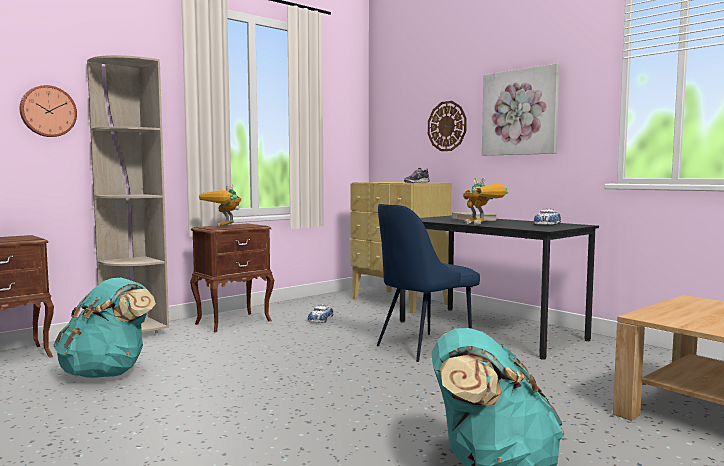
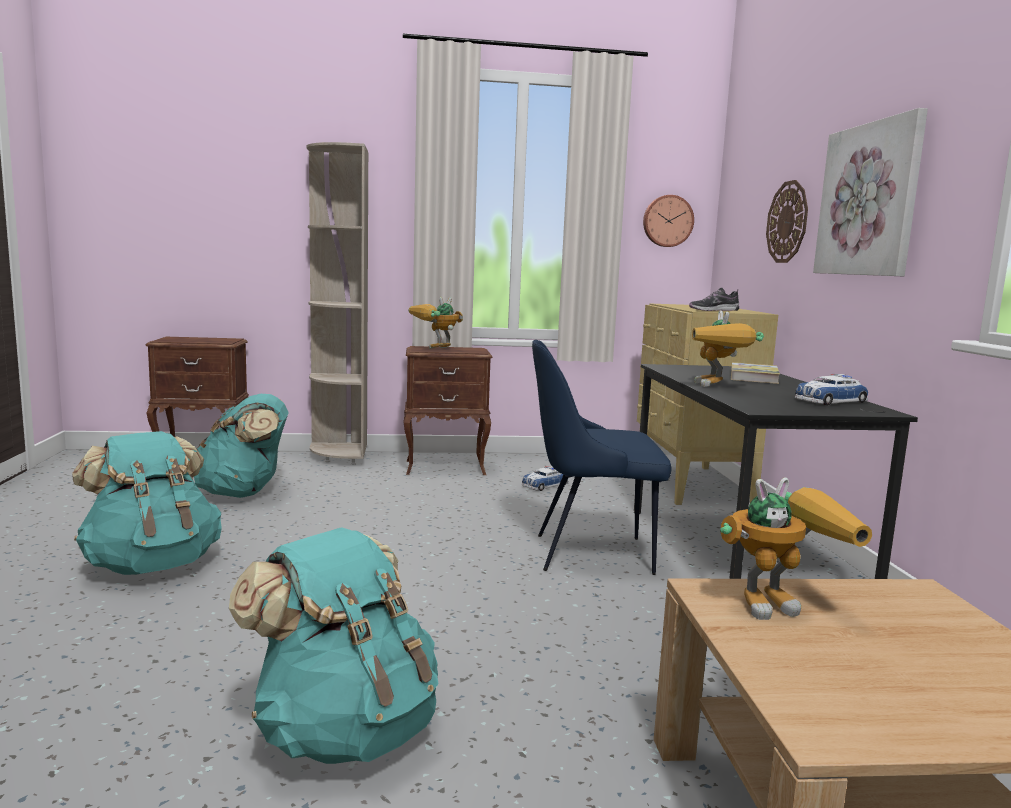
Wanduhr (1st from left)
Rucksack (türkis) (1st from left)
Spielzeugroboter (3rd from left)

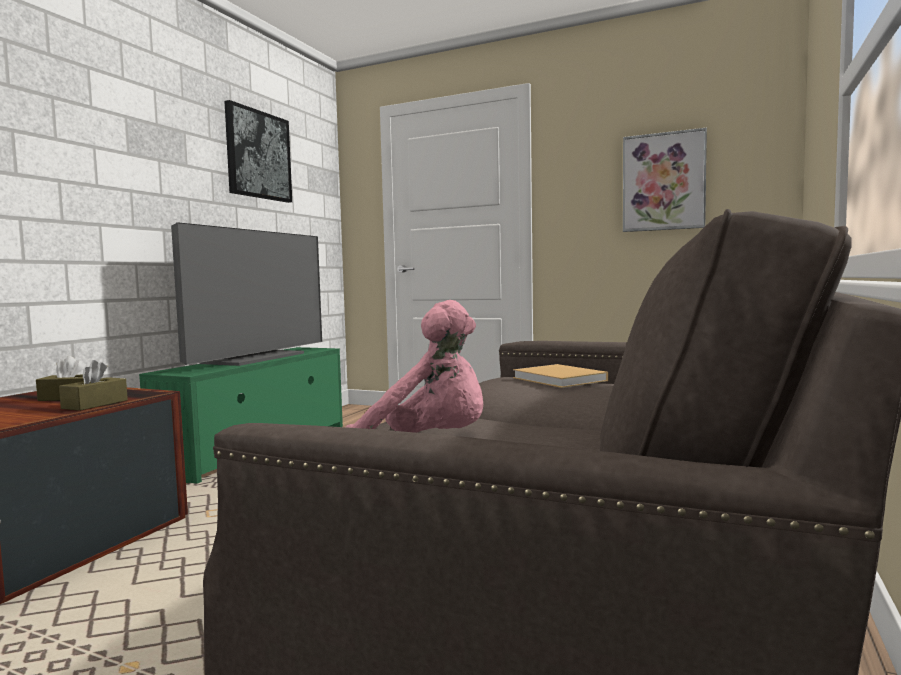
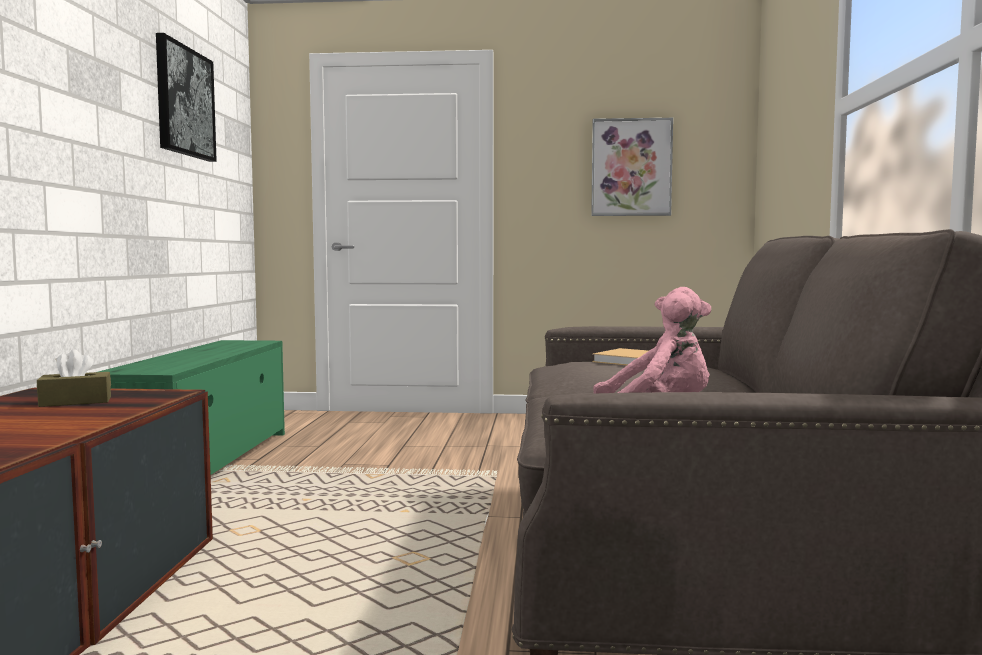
Fernseher
Taschentuchbox (braun) (2nd from left in the first image)

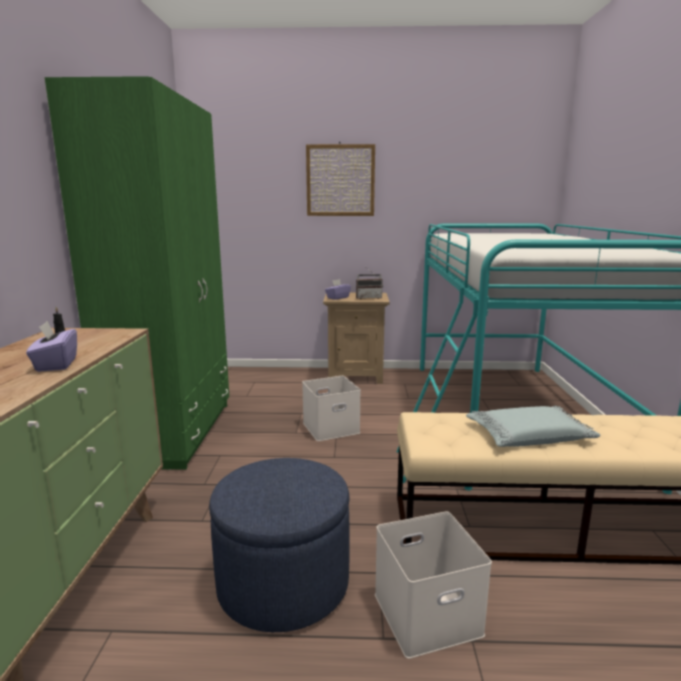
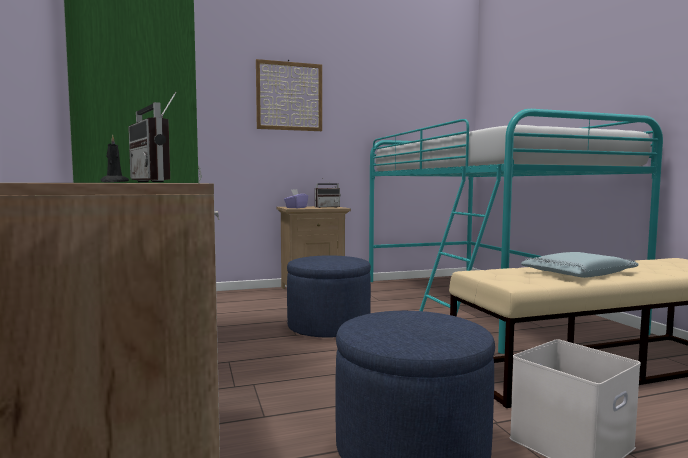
Radio (1st from left)
Polsterhocker (blau) (1st from left)

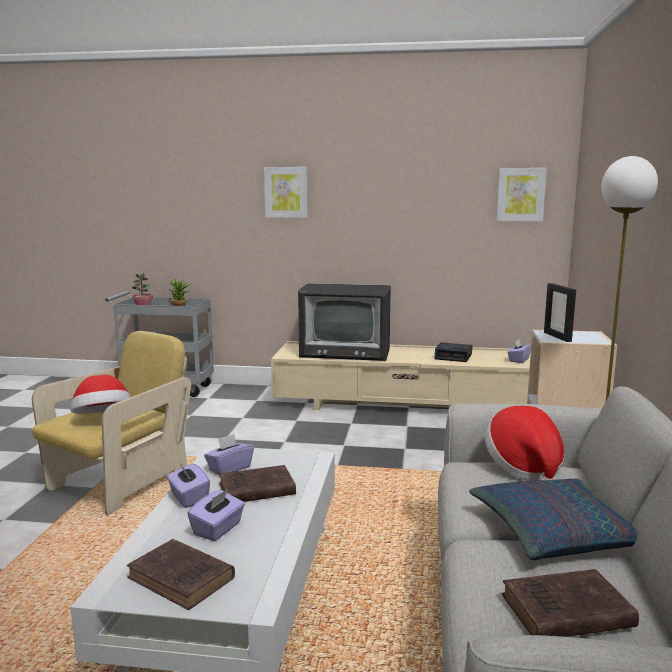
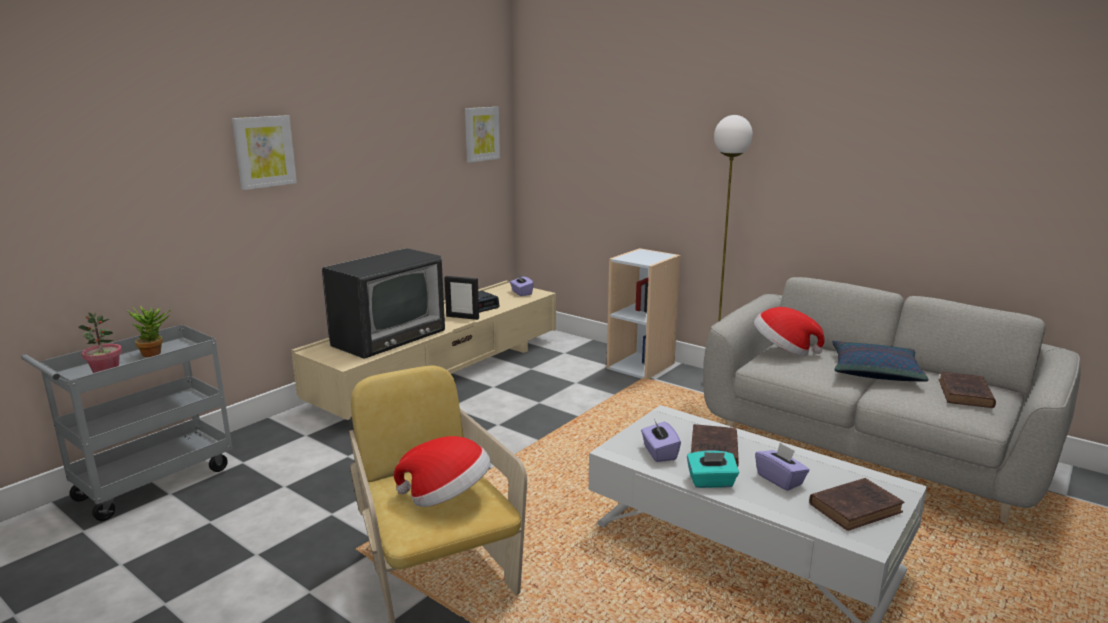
Bilderrahmen
Taschentuchbox (türkis)

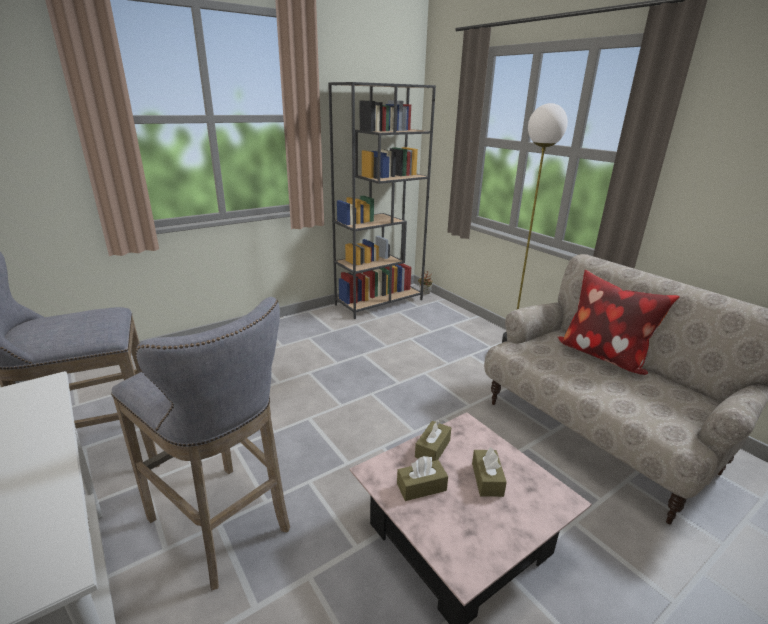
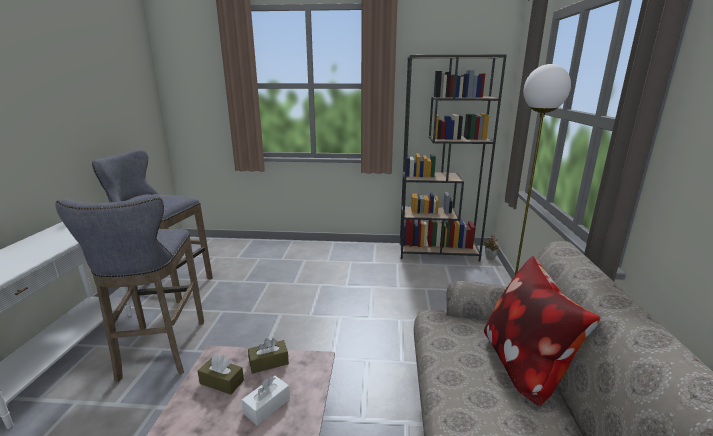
Taschentuchbox (weiß)

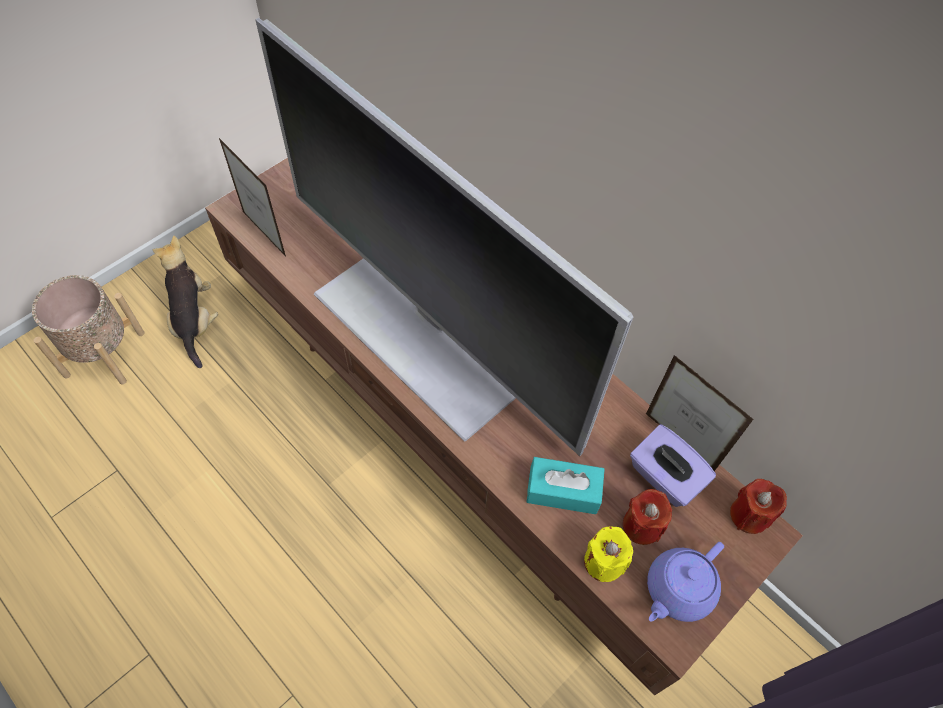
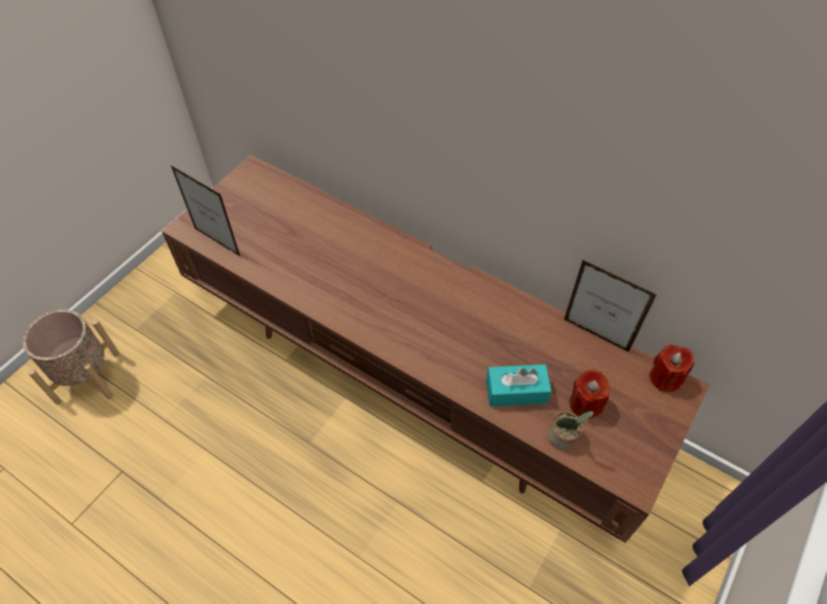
Fernseher
Plüschtier
Taschentuchbox (lila)
Topfpflanze
Teekanne (lila)

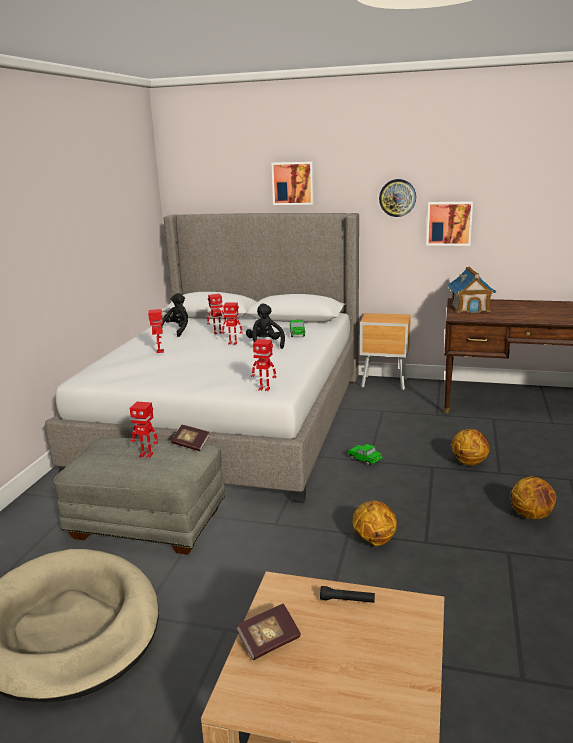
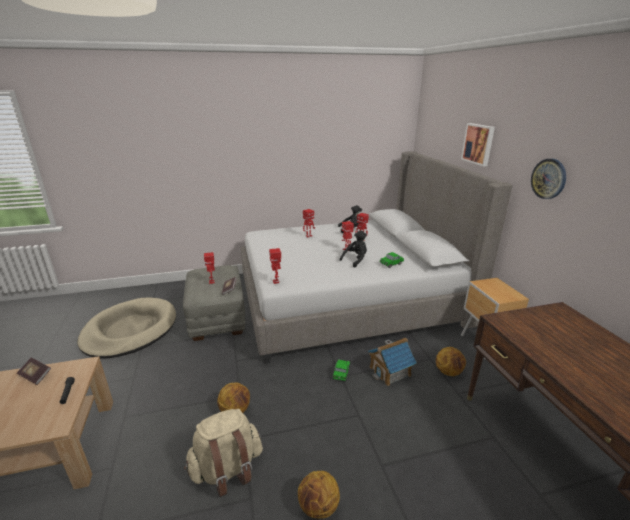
Bild (2nd from left in the first image)
Spielzeughaus
Basketball (3rd from left)
Rucksack (beige)

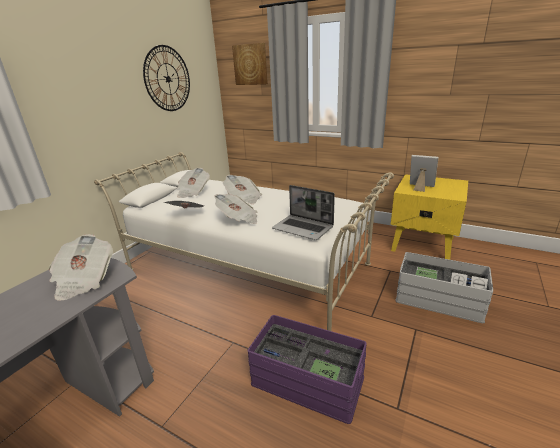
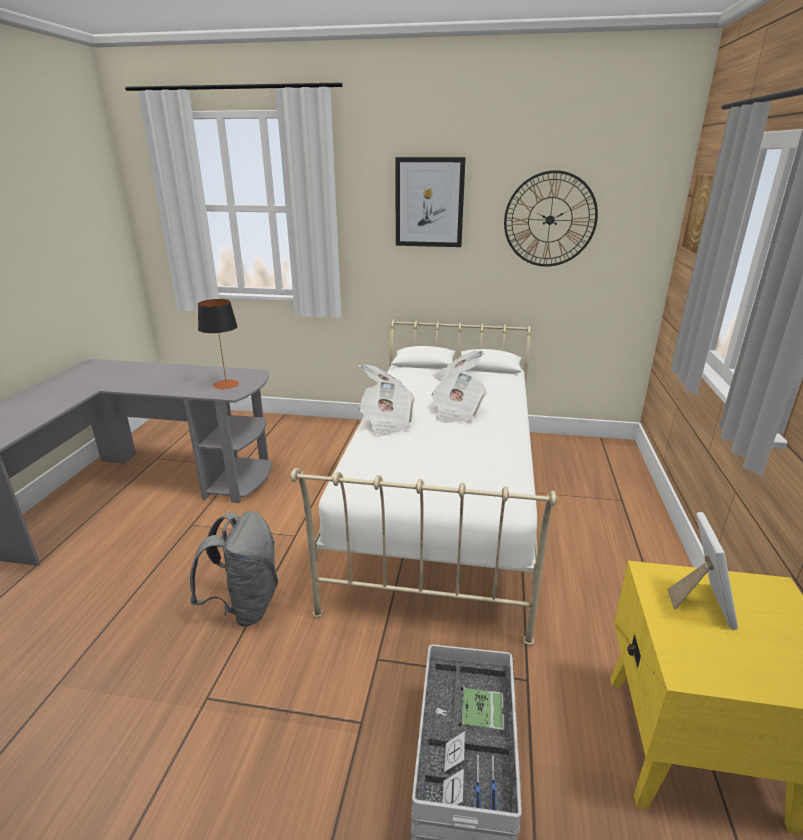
Laptop
Tischlampe
Rucksack (grau)
Bild (1st from left)

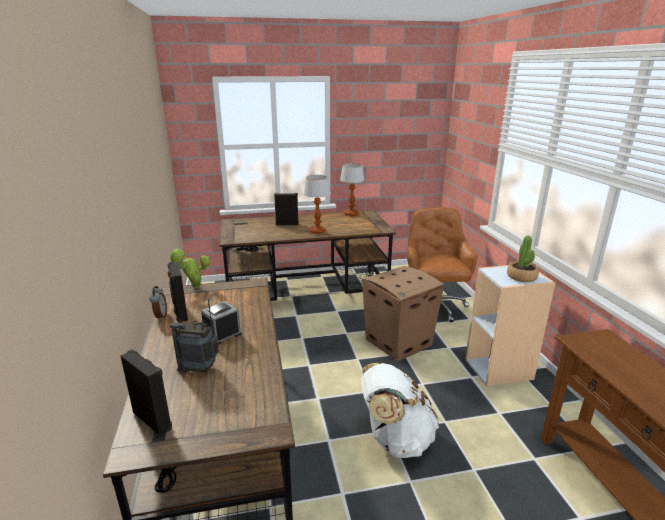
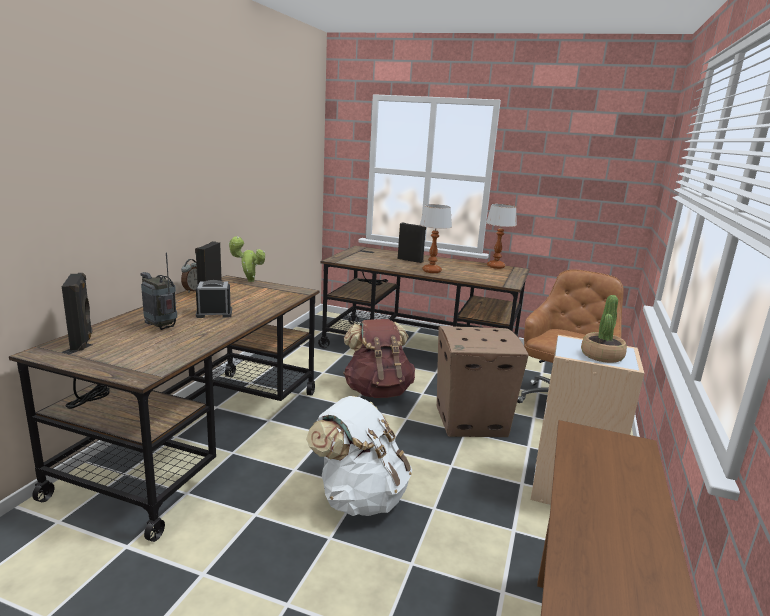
Rucksack (braun)

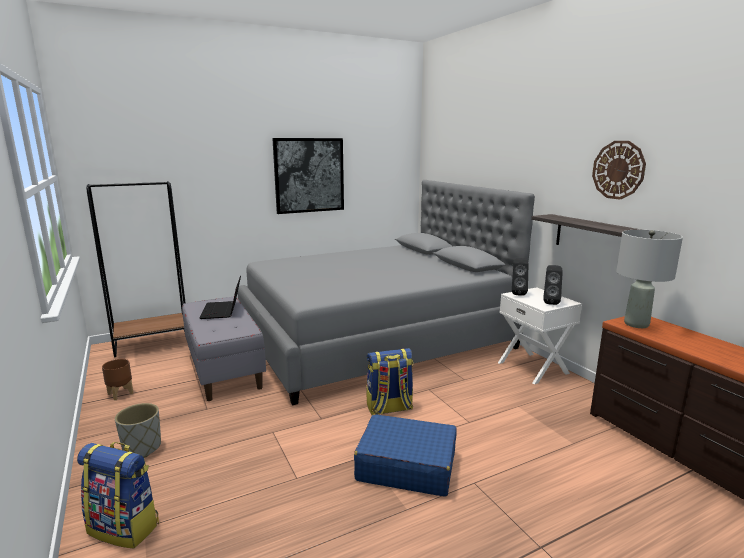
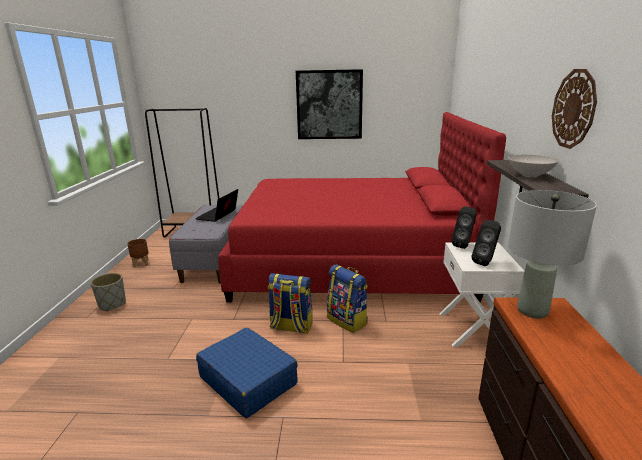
Bett (rot)
Rucksack (2nd from left)
Schüssel (weiß)

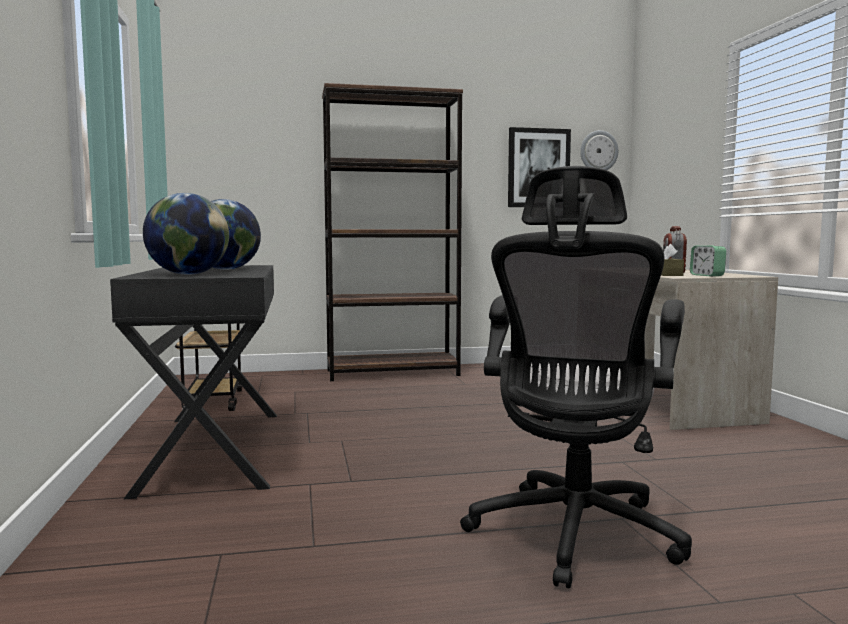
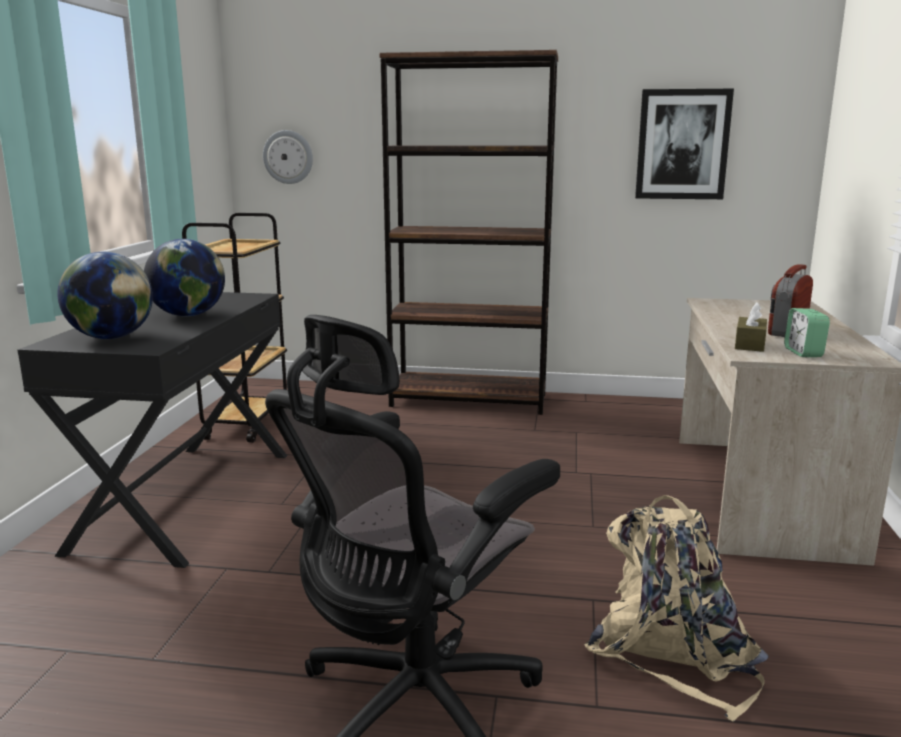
Wanduhr
Rucksack (beige)

